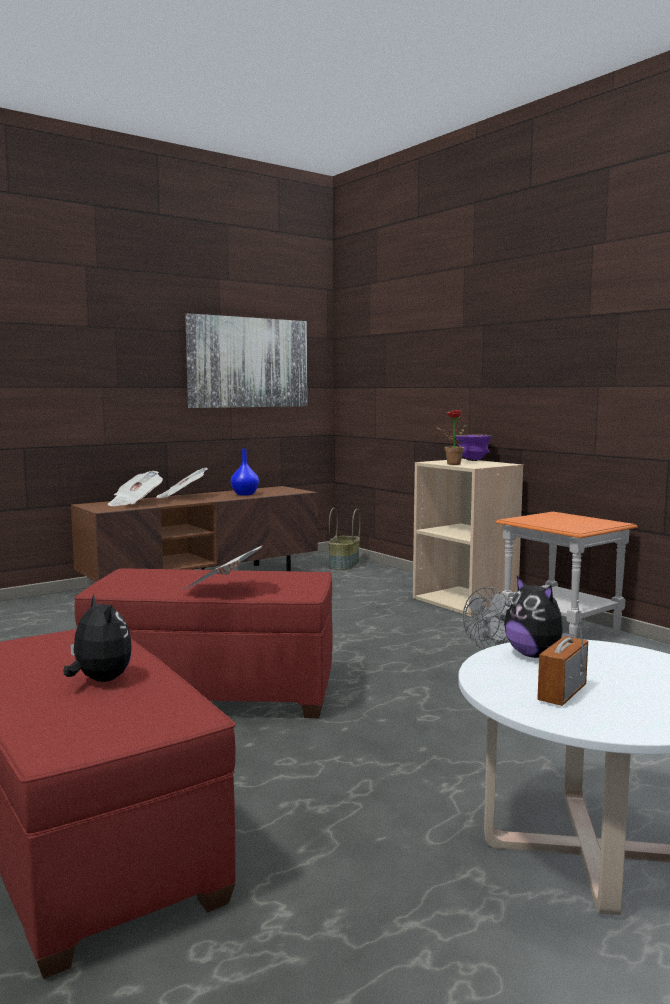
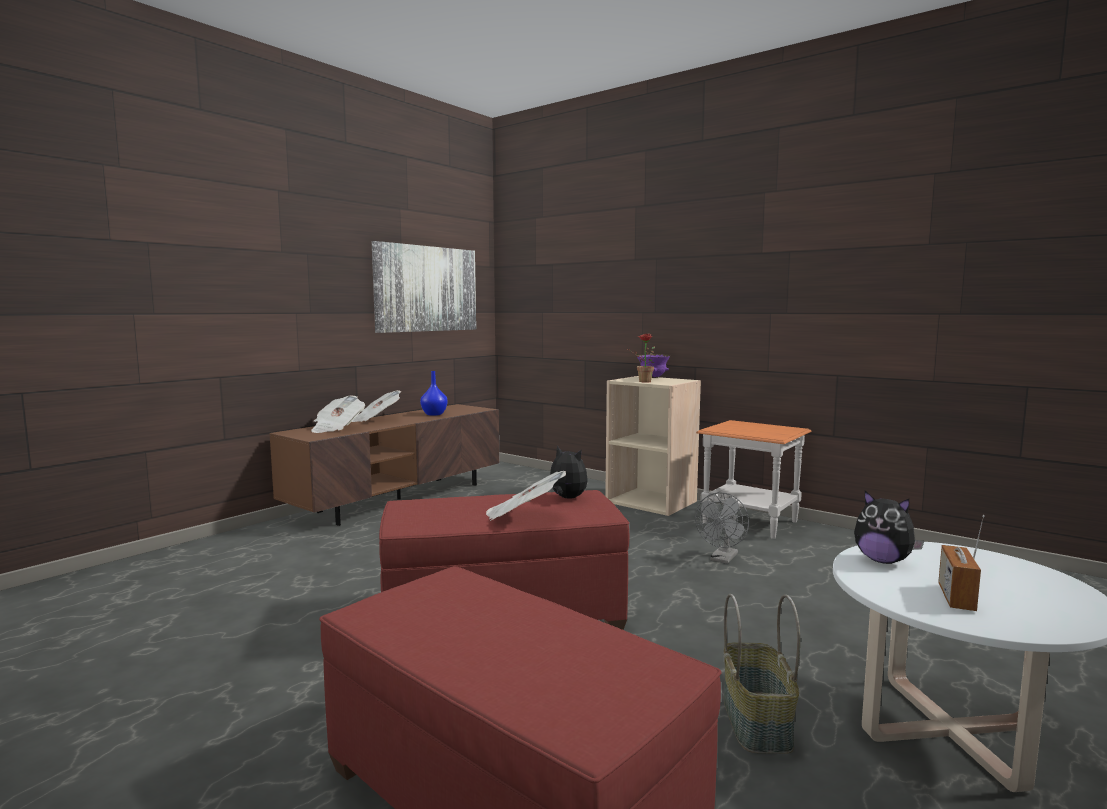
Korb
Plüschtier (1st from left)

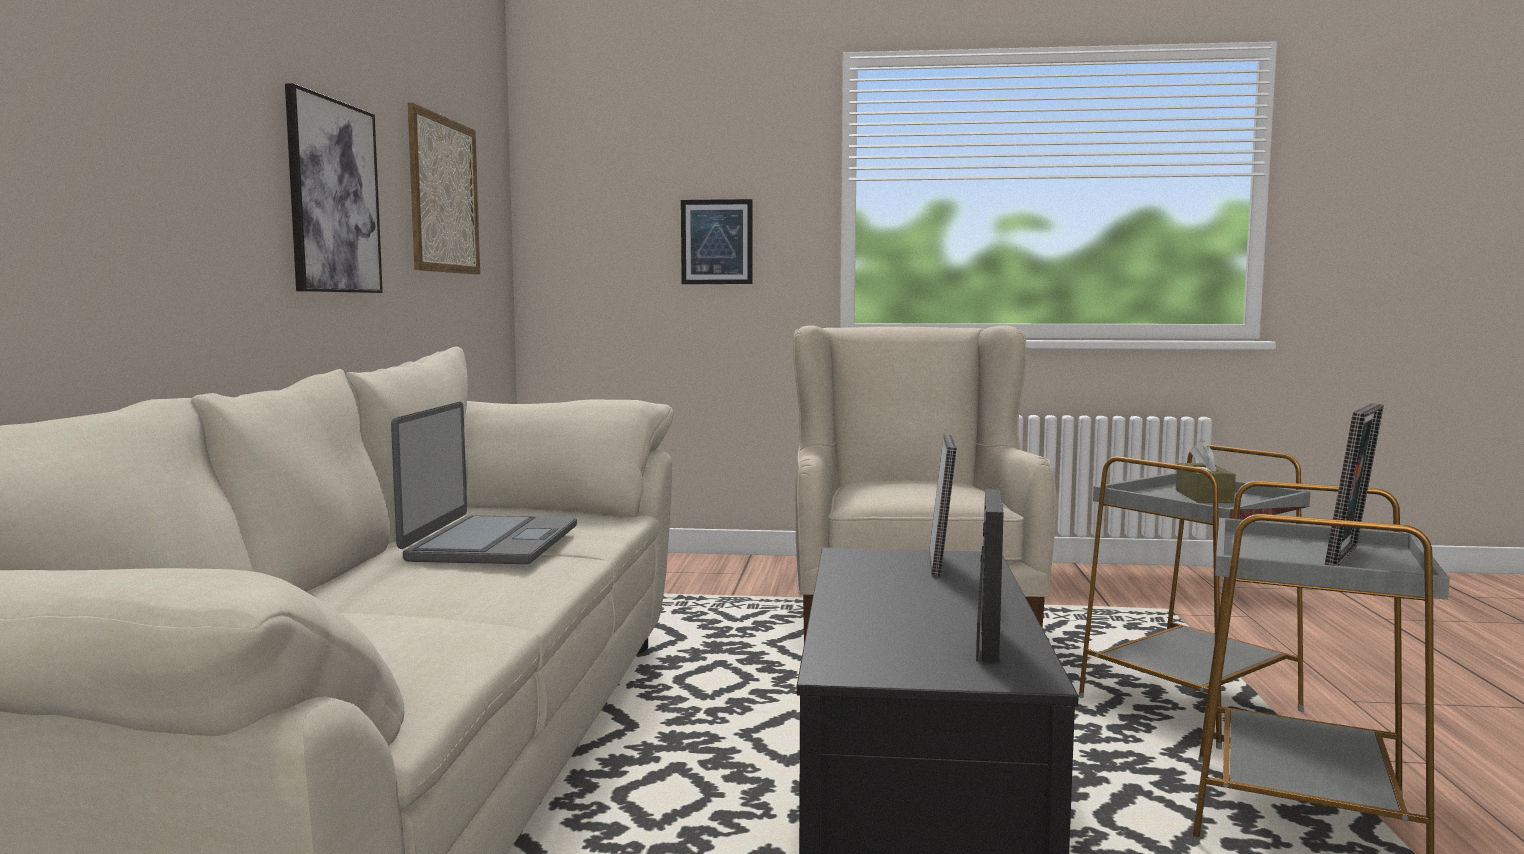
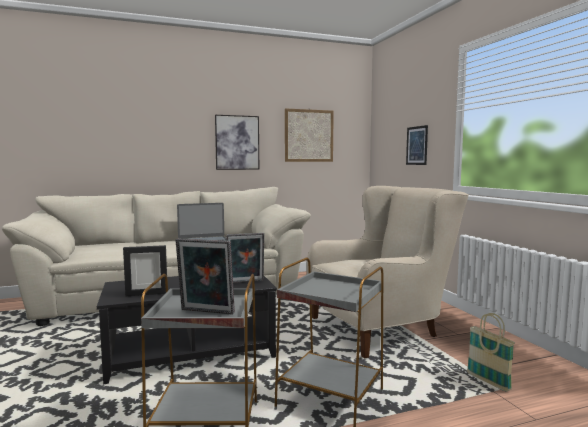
Taschentuchbox (braun)
Korb

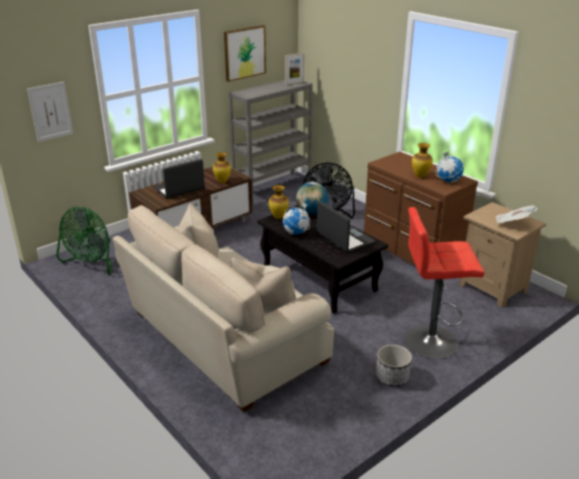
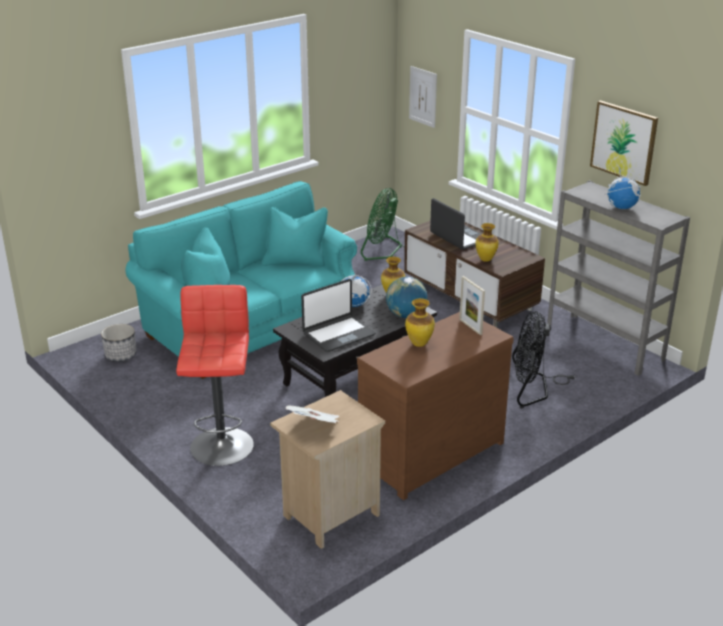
Bilderrahmen
Globus (3rd from left)
Sofa (türkis)
Pflanzkübel

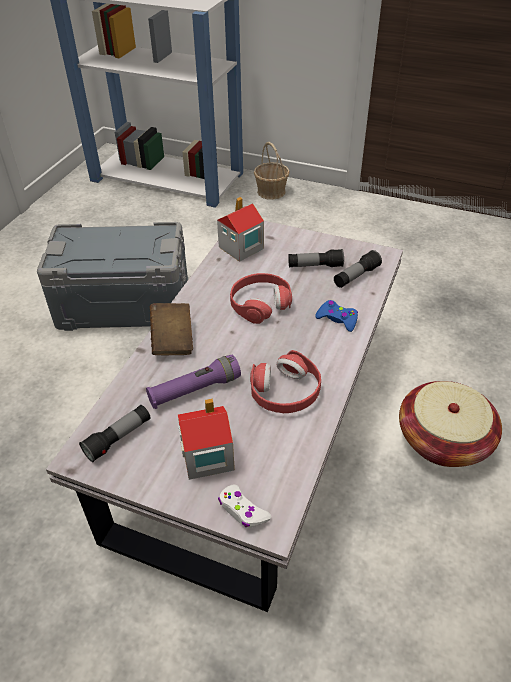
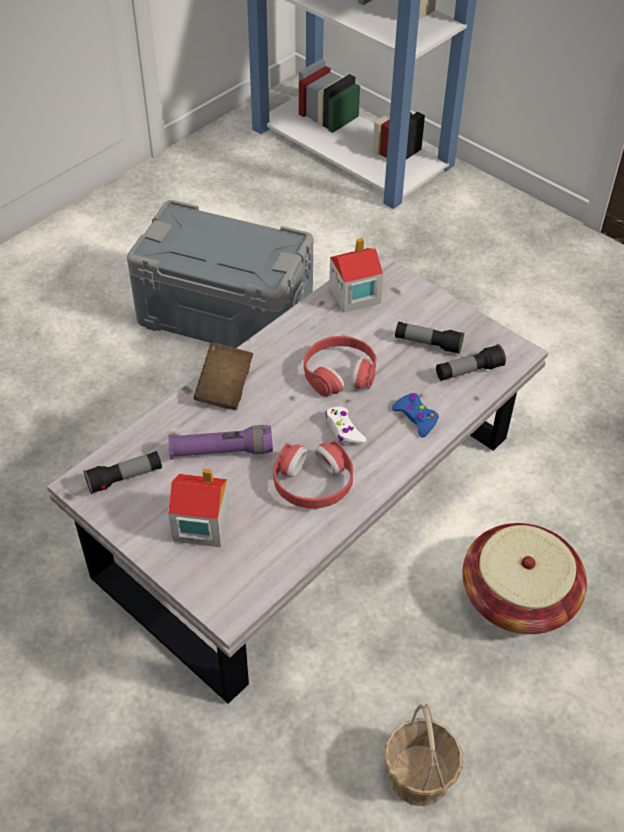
Korb (1st from left)
Gamepad (weiß)

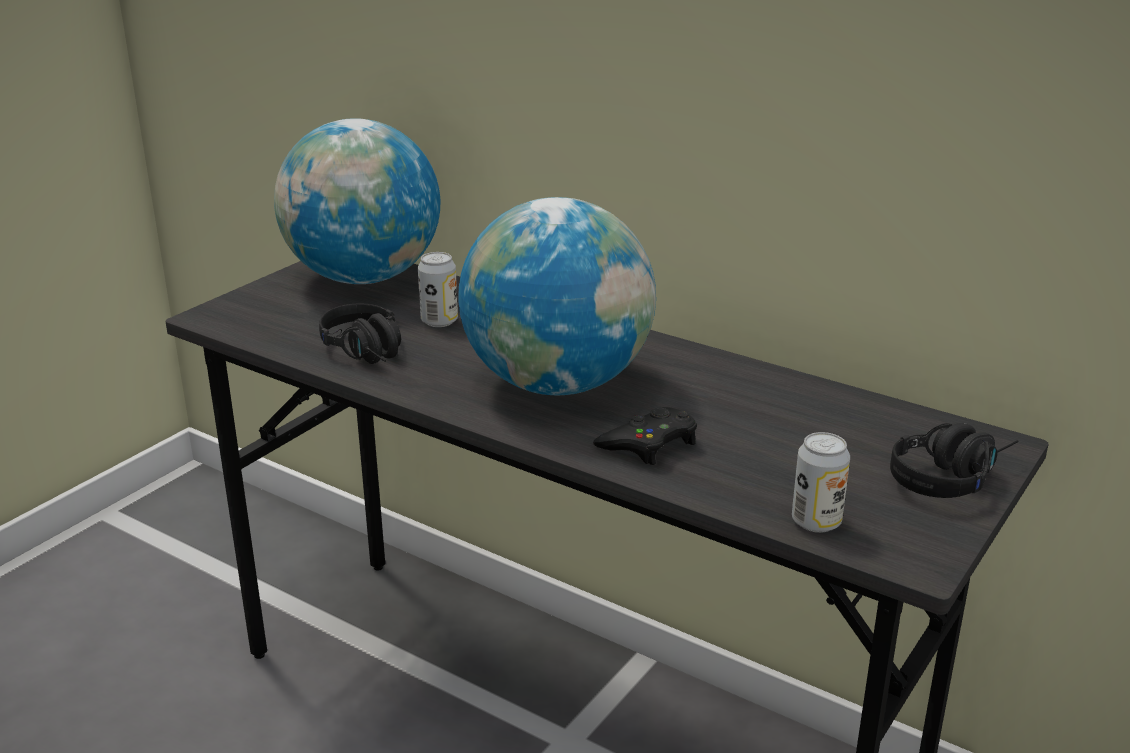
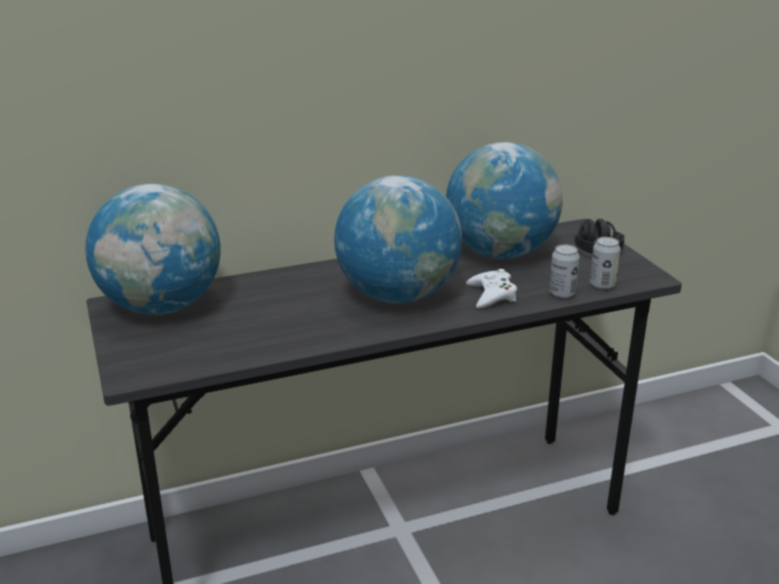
Dose (1st from left)
Kopfhörer (schwarz) (1st from left in the first image)
Gamepad (weiß)
Globus (3rd from left)

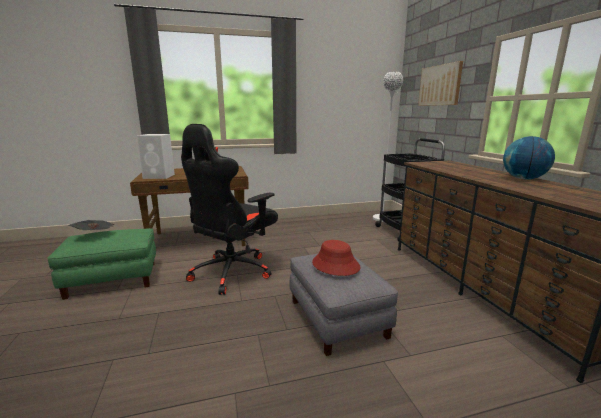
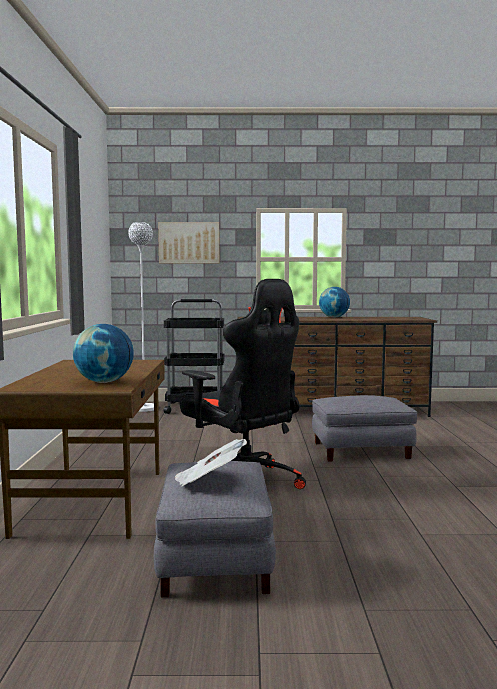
Globus (1st from left)
Polsterhocker (grau) (1st from left)
Hut (rot)

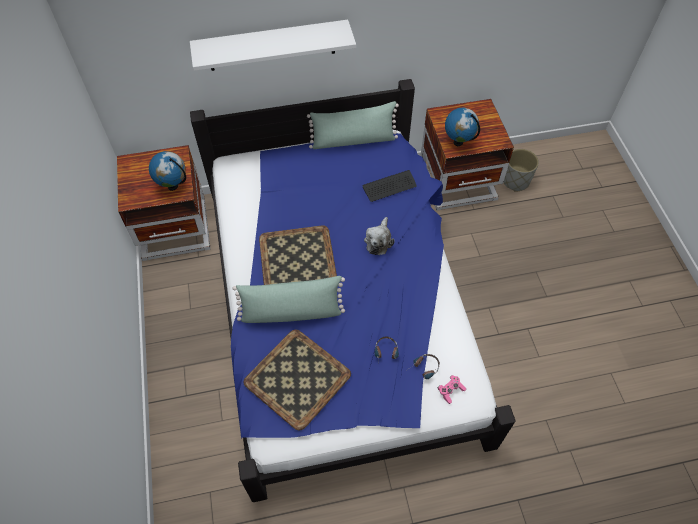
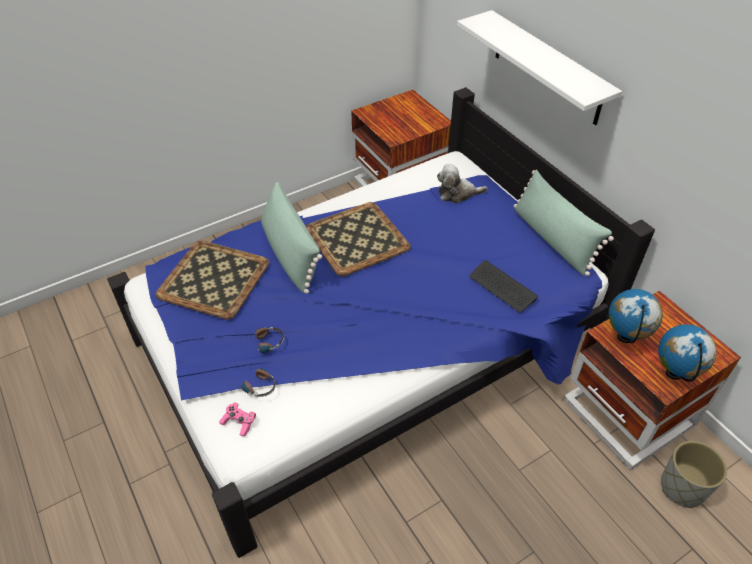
Globus (2nd from left)
Plüschtier

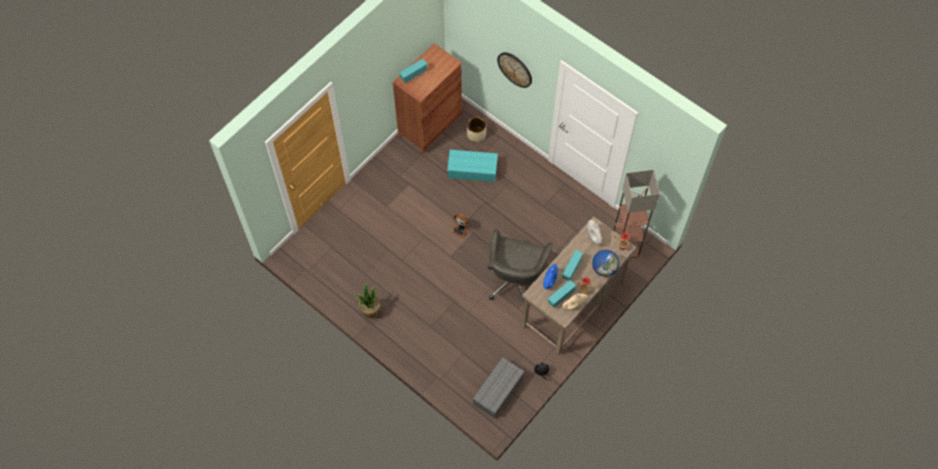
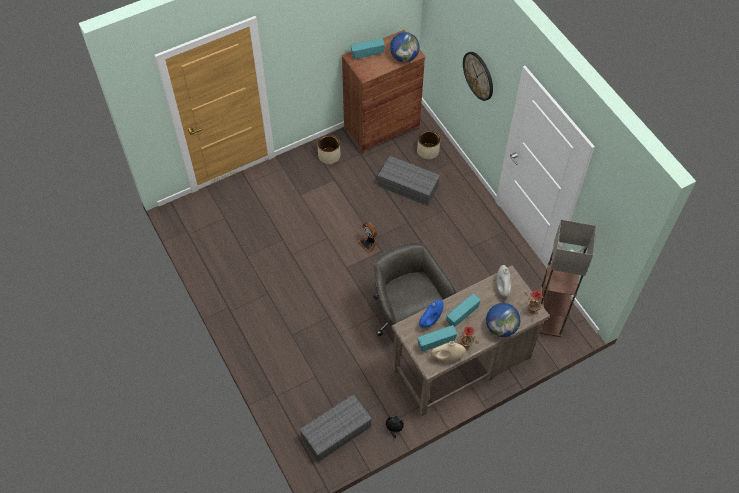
Aufbewahrungsbox (grau) (2nd from left)
Bürostuhl (grau)
Topfpflanze (1st from left in the first image)
Globus (1st from left)
Pflanzkübel (beige) (1st from left)

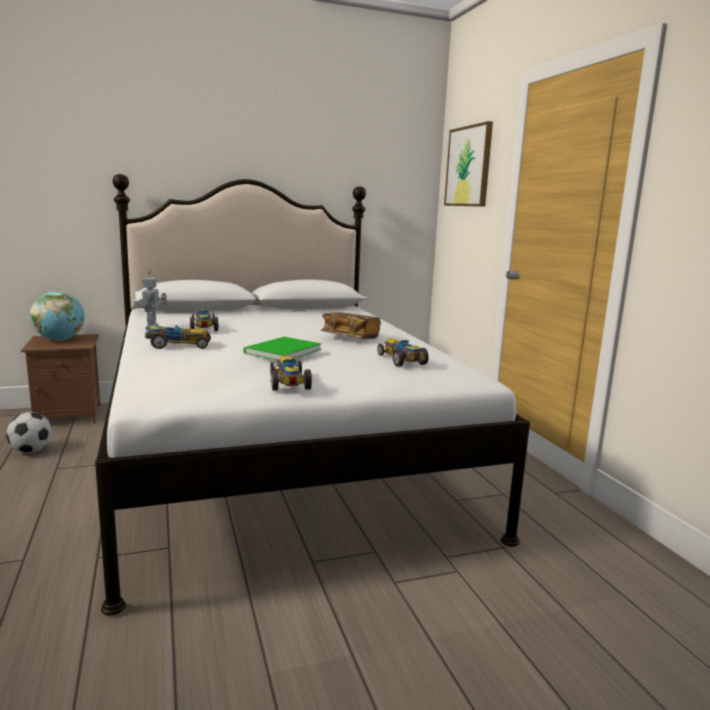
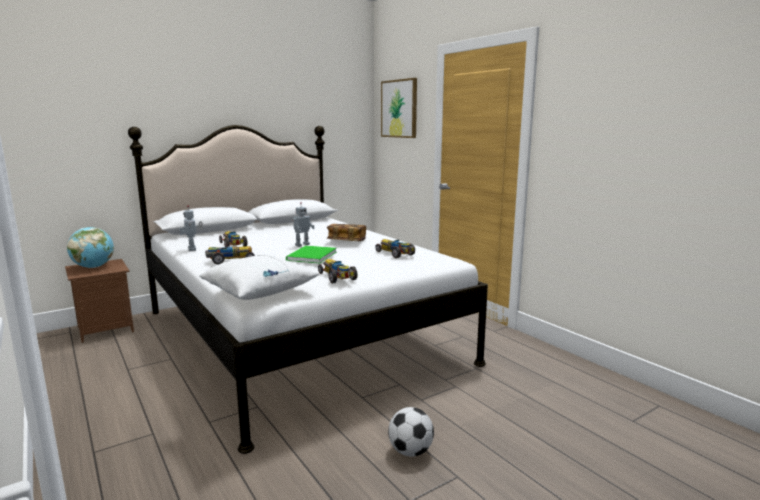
Fußball
Spielzeugroboter (2nd from left)
Kissen (grau)

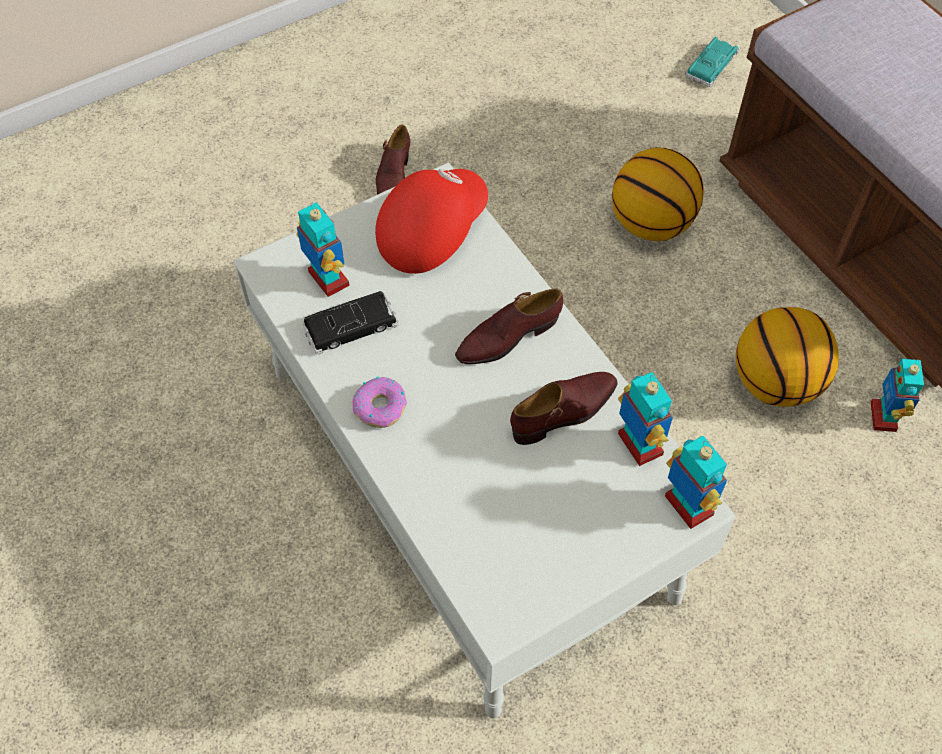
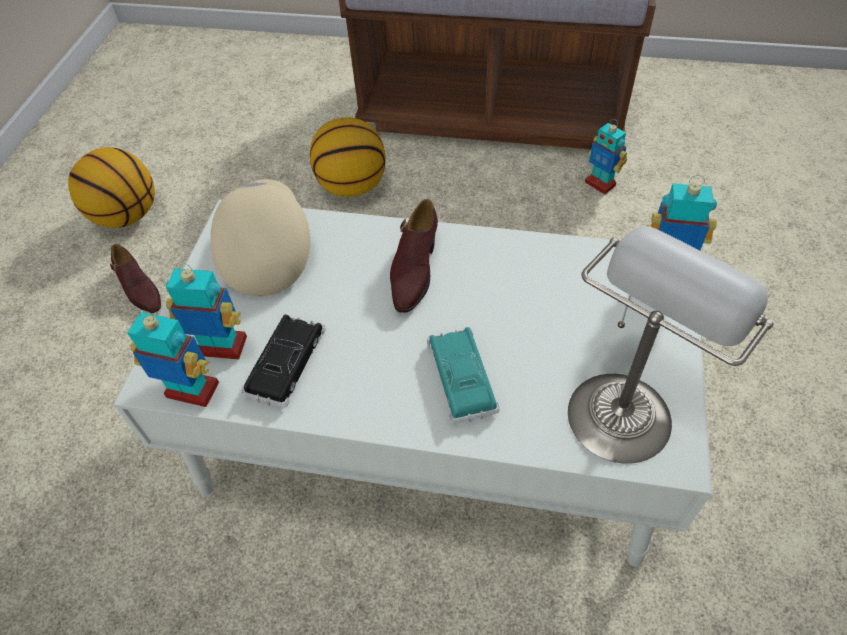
Spielzeugauto (türkis)
Kappe (beige)
Basketball (1st from left)
Schuh (braun) (3rd from left in the first image)
Spielzeugroboter (1st from left)
Donut
Tischlampe (weiß)

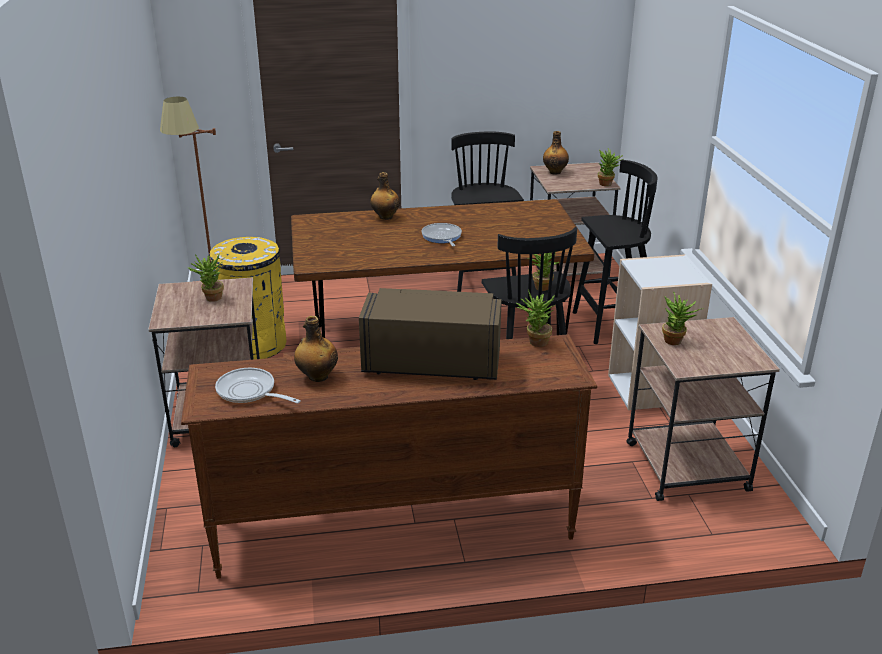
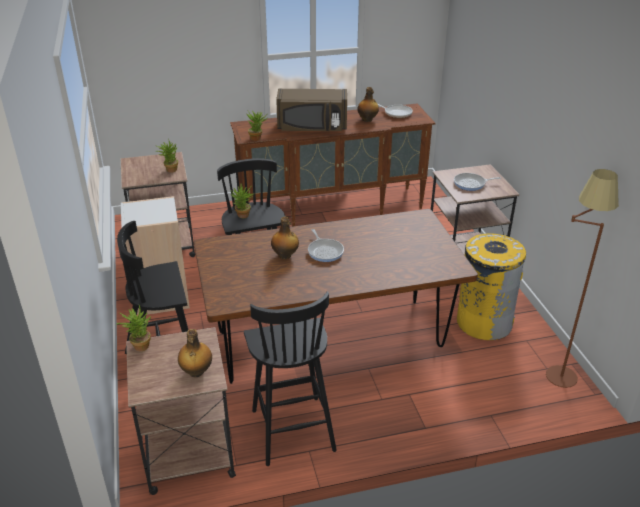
Flasche (2nd from left)
Pfanne (3rd from left)

